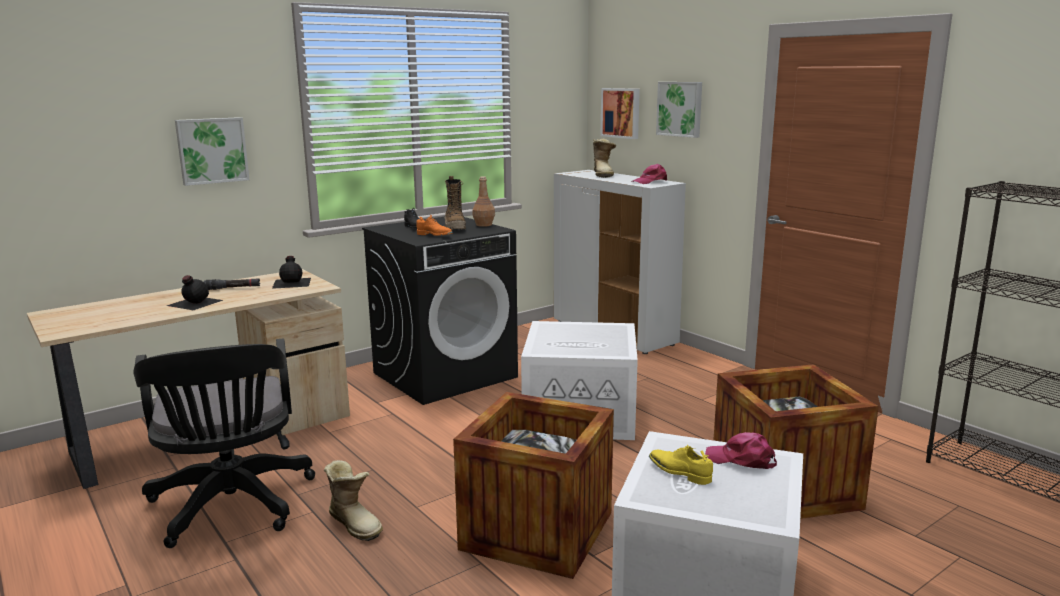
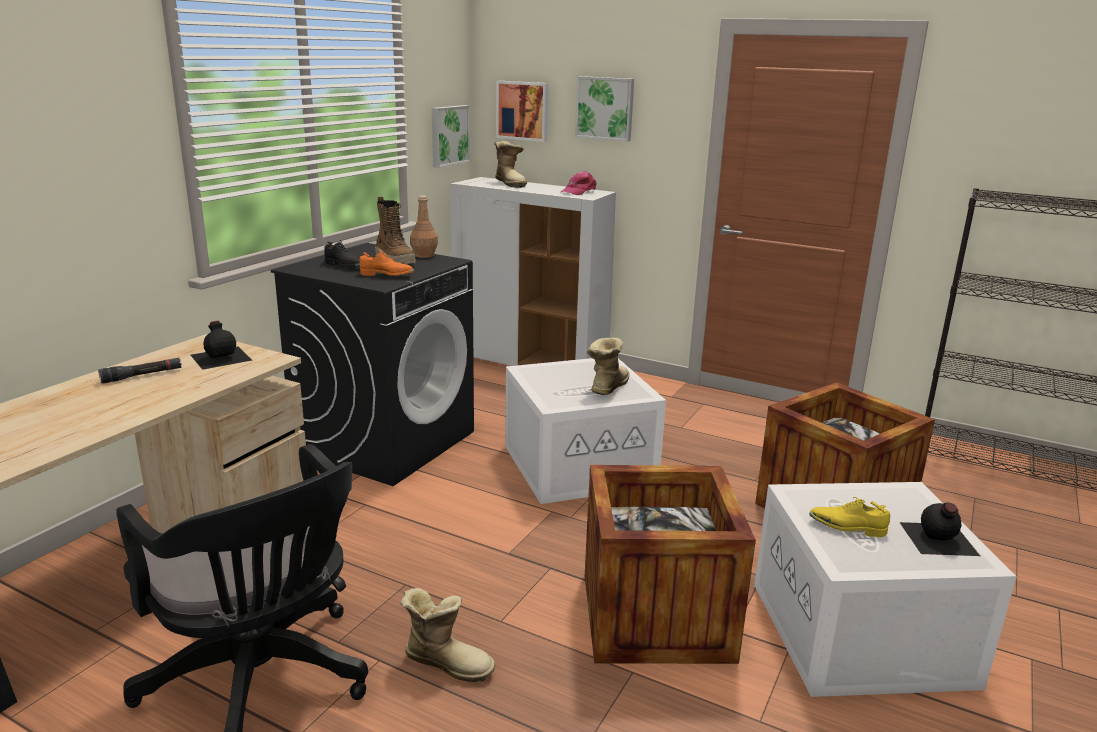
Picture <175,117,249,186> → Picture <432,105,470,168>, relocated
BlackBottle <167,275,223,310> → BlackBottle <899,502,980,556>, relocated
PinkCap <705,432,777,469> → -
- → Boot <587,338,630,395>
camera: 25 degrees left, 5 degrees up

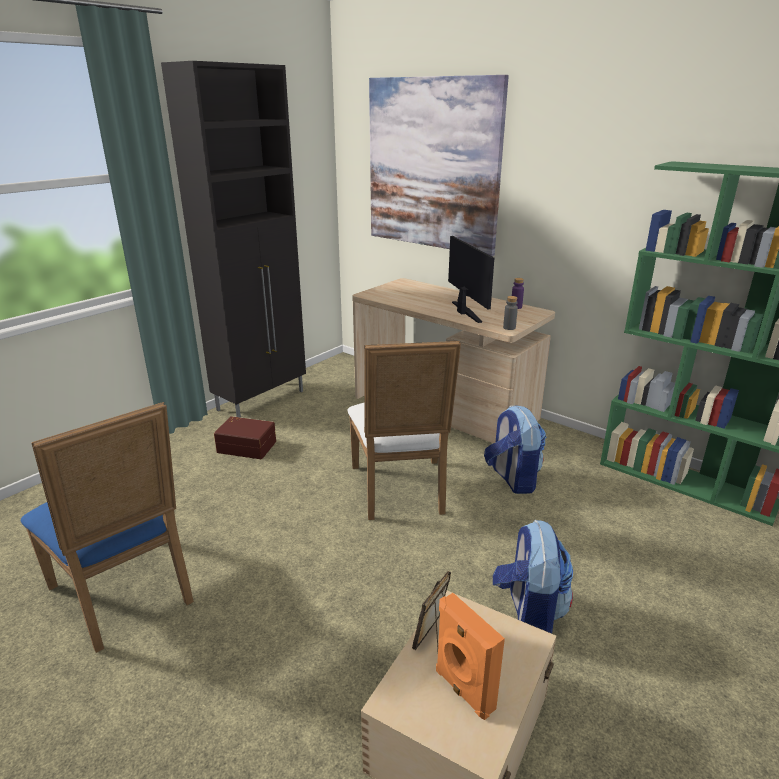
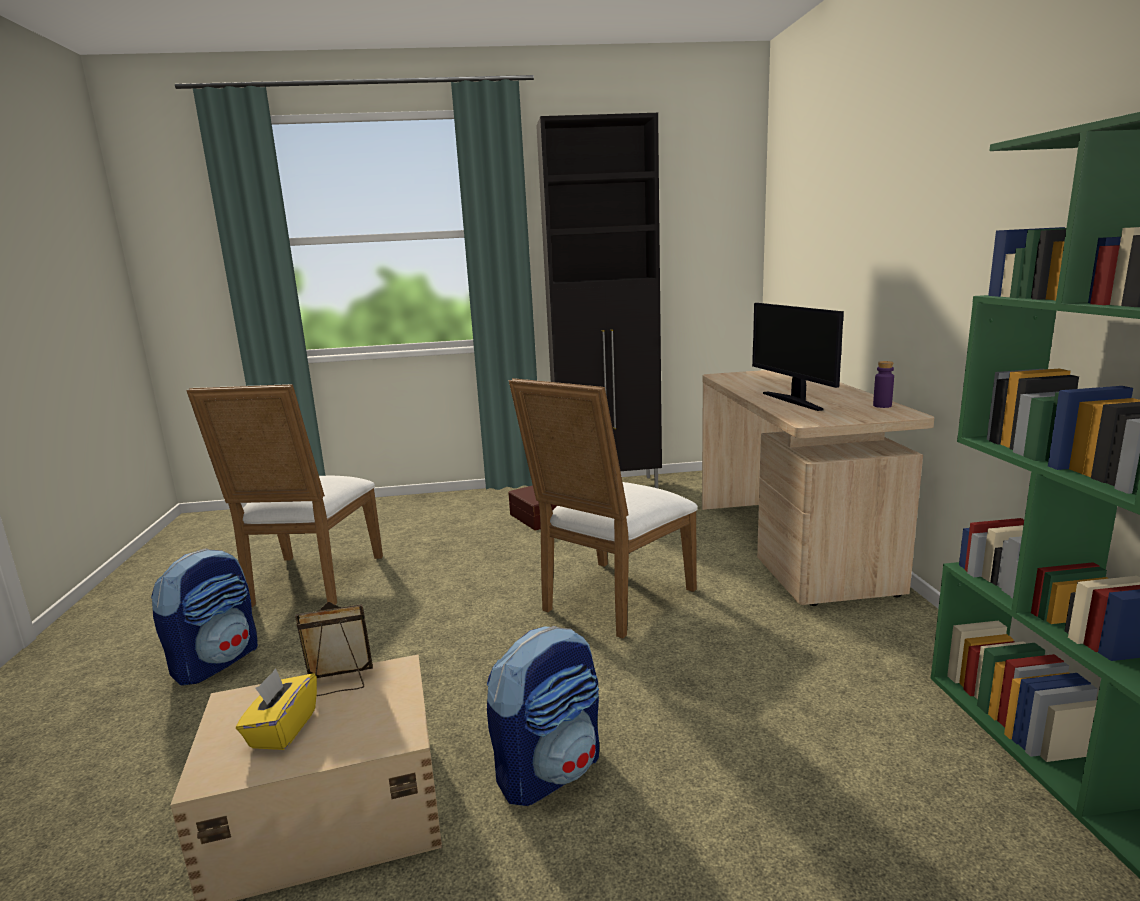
Picture <369,75,509,256> → -
Monitor <448,236,494,323> → Monitor <752,303,844,411>, 135 degrees clockwise
GreyBottle <503,296,518,330> → -
BlueChair <21,402,194,653> → WhiteChair <186,384,383,607>
Backpack <484,405,546,494> → Backpack <151,548,258,686>, relocated
OrangeSpeaker <436,593,505,720> → YellowTissueBox <236,668,317,750>
camera: 45 degrees right, 10 degrees down

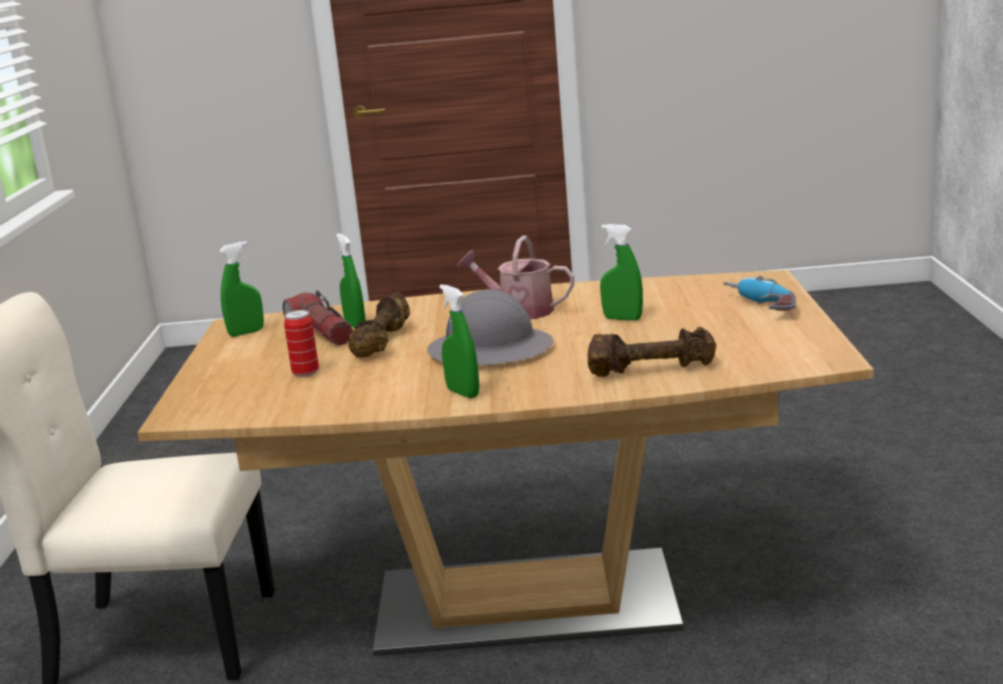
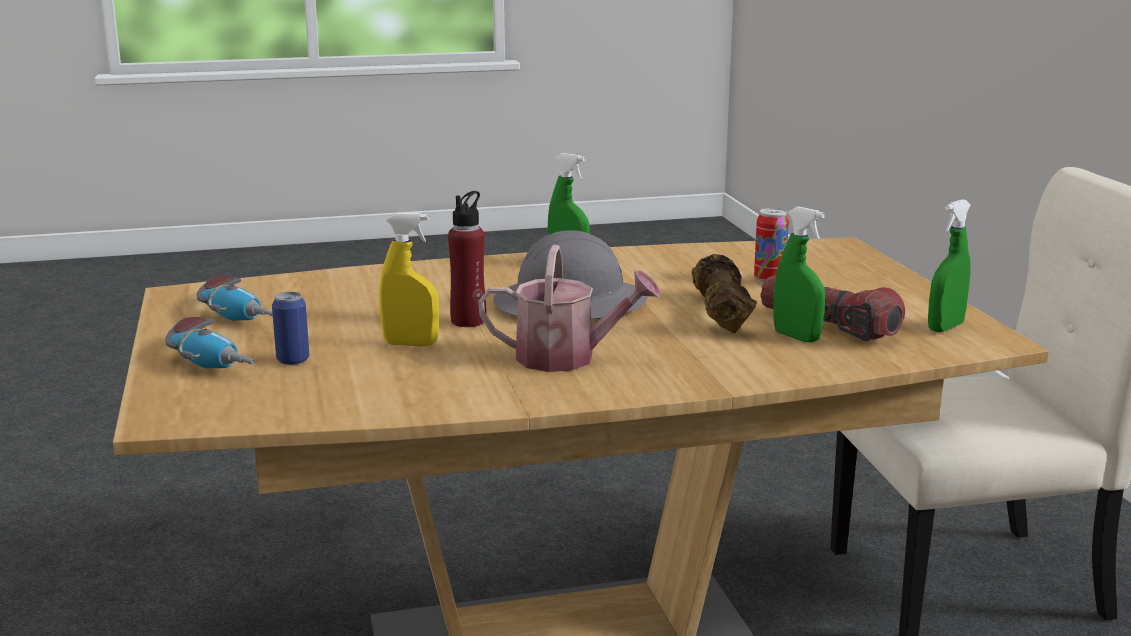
GreenSprayBottle <600,224,643,320> → YellowSprayBottle <379,213,439,346>
BrownDumbbell <587,327,717,377> → -
- → RedBottle <448,191,486,327>
- → PowerDrill <197,276,273,321>
- → Can <272,291,309,365>
camera: 165 degrees right, 0 degrees up

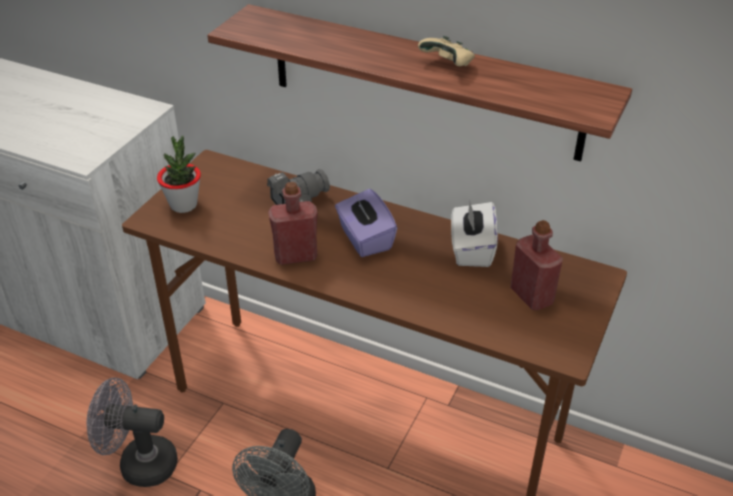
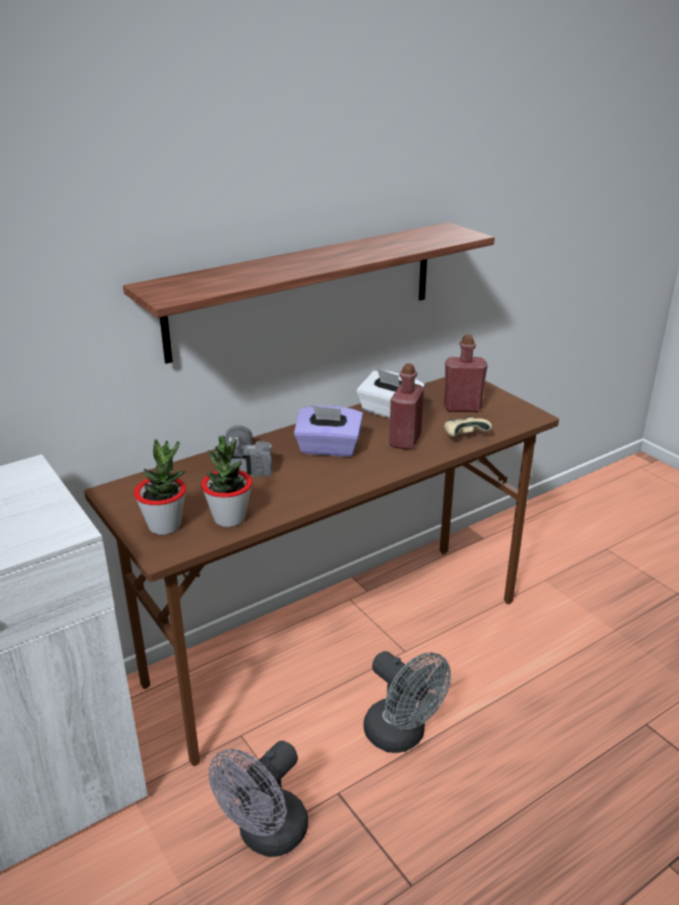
BeigeGameController <418,36,475,66> → BeigeGameController <444,415,492,437>, relocated
RedBottle <268,182,318,265> → RedBottle <389,363,424,450>, relocated
- → PottedPlant <201,435,252,527>
camera: 60 degrees left, 10 degrees down

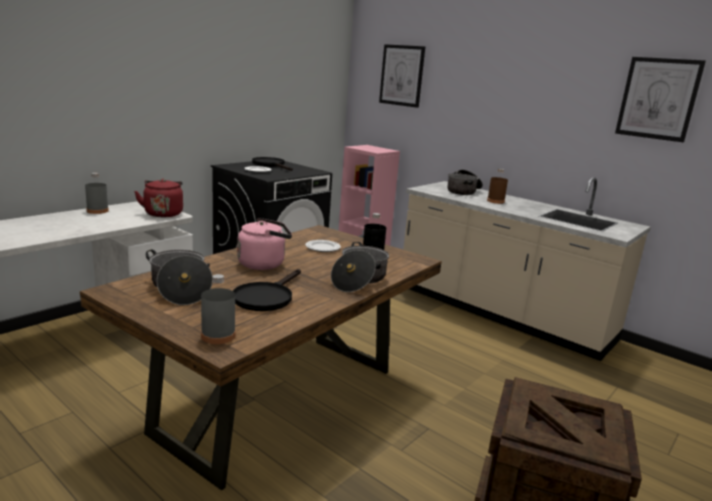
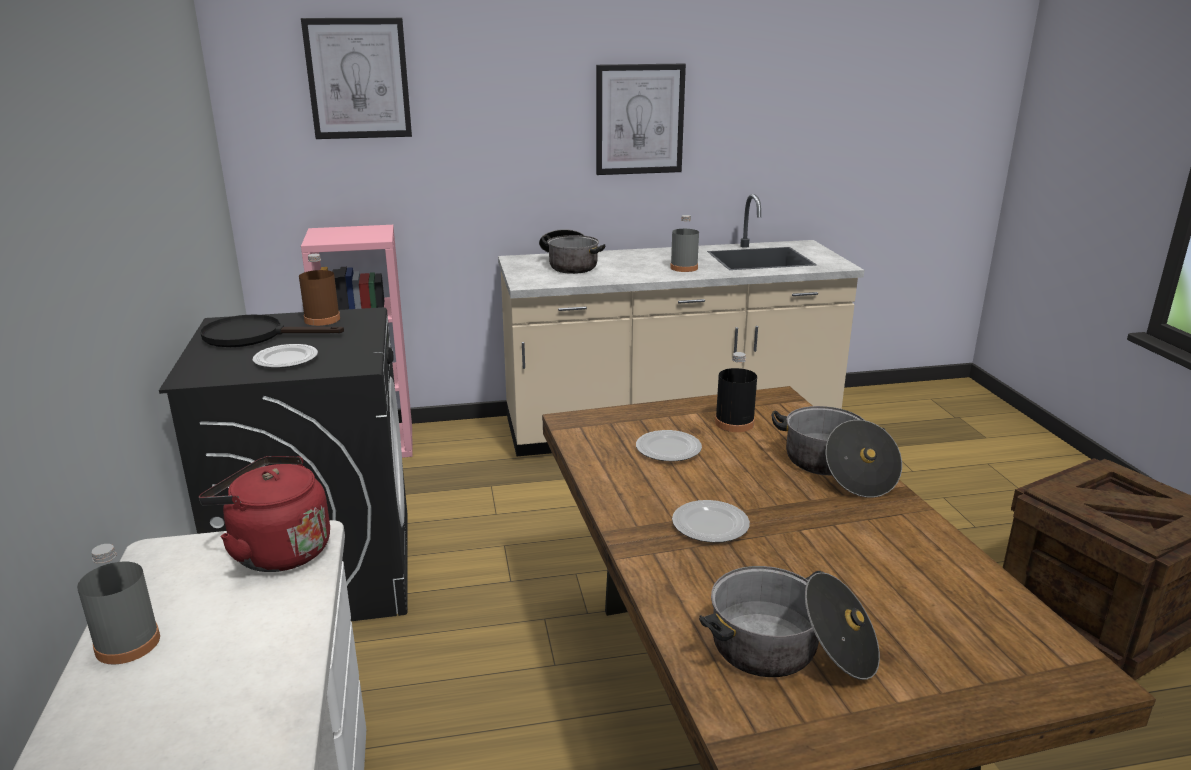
Picture <615,57,706,142> → Picture <596,64,686,175>, relocated
BrownBottle <487,169,508,204> → BrownBottle <299,254,340,326>, relocated
PinkKettle <237,218,292,270> → Plate <672,500,750,543>
BlackFryingPan <233,269,301,311> → -
GreyBottle <201,274,236,344> → GreyBottle <670,215,699,272>, relocated
camera: 50 degrees left, 5 degrees up

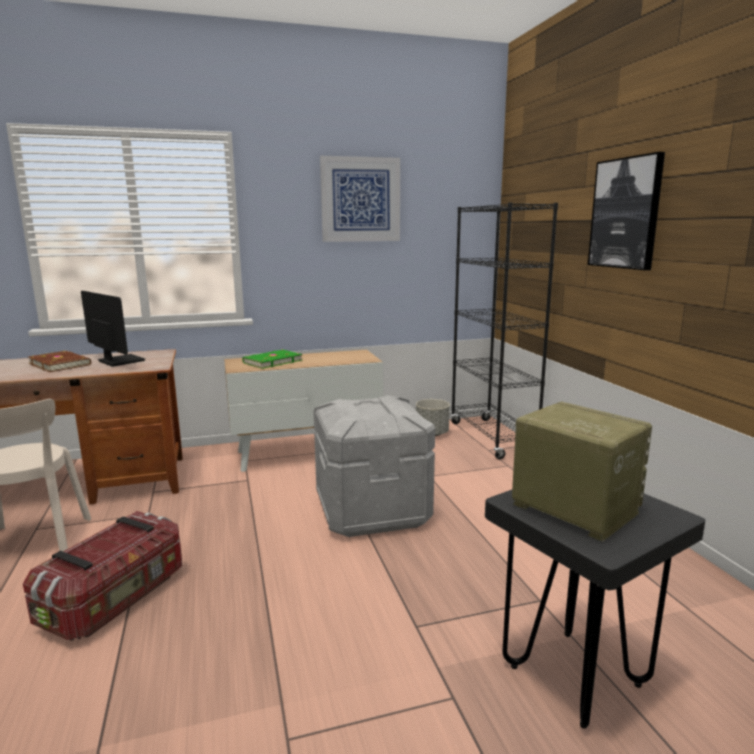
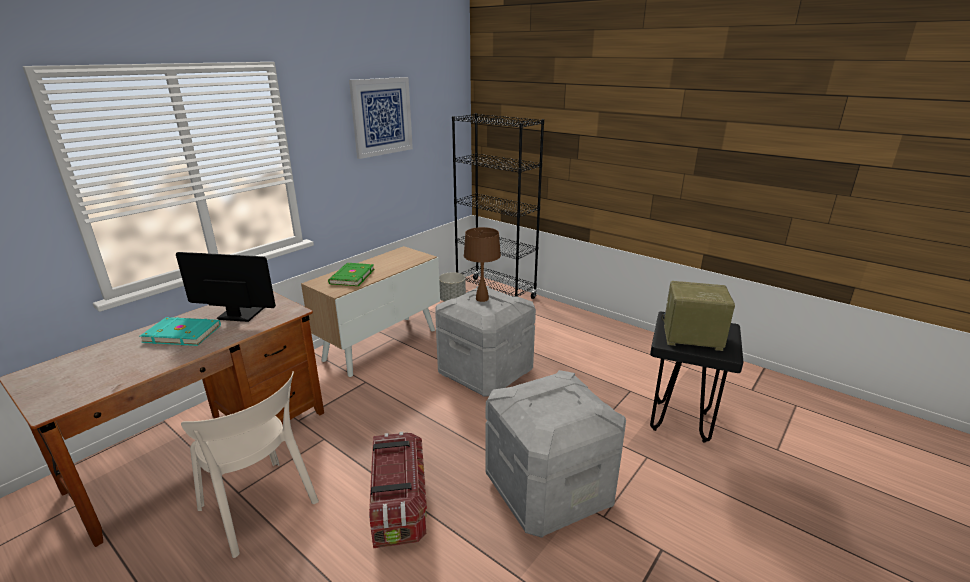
Picture <588,152,665,270> → -
BrownBook <28,351,91,372> → TurquoiseBook <140,317,221,346>
- → BrownTableLamp <464,227,501,302>
- → GreyStorageBox <486,370,626,538>
camera: 35 degrees left, 10 degrees up

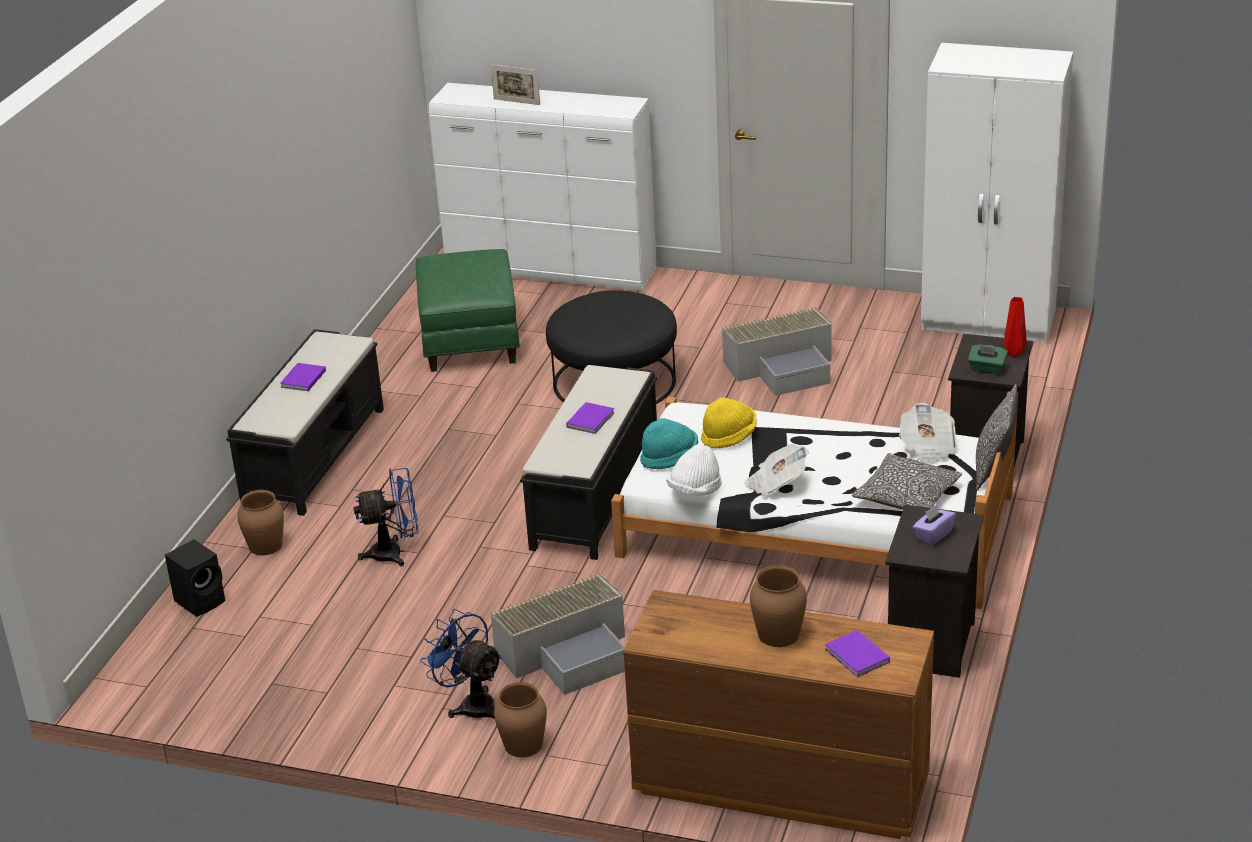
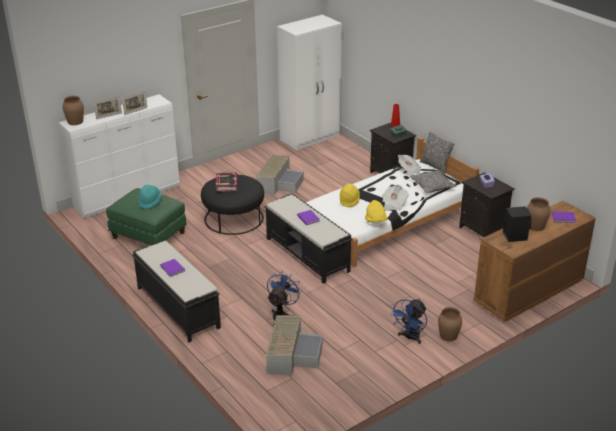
TurquoiseHat <640,418,698,469> → TurquoiseHat <139,185,162,209>, relocated
WhiteHat <666,444,722,496> → YellowHat <365,200,388,223>
BrownVase <237,490,284,555> → BrownVase <63,96,84,125>, relocated
BlackSpeaker <165,539,225,617> → BlackSpeaker <503,206,532,242>, relocated
GreyStorageBox <490,572,625,695> → GreyStorageBox <266,315,323,376>, relocated
BlueFan <420,609,503,719> → BlueFan <390,299,427,344>, 45 degrees counterclockwise
- → PictureFrame <122,91,147,115>
- → Book <216,172,238,193>
camera: 55 degrees left, 0 degrees up

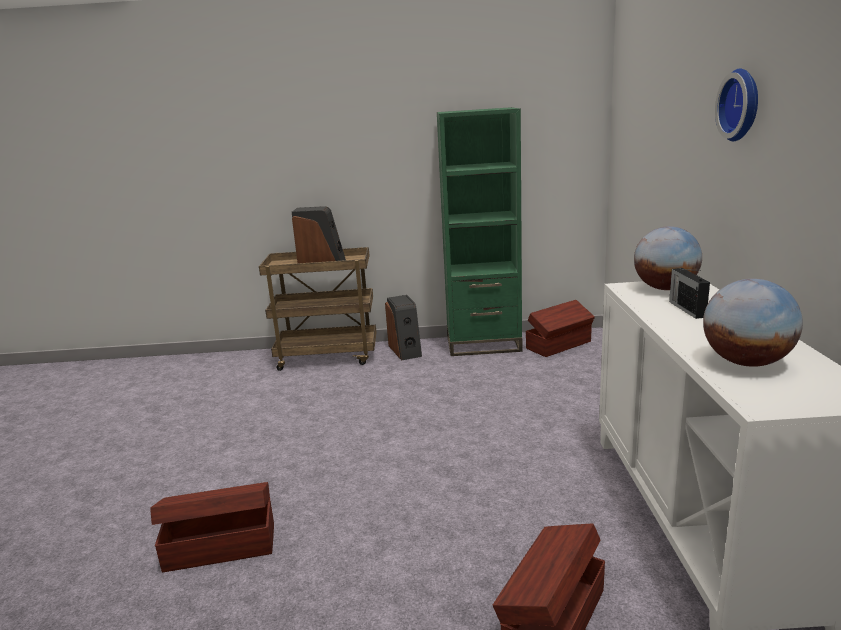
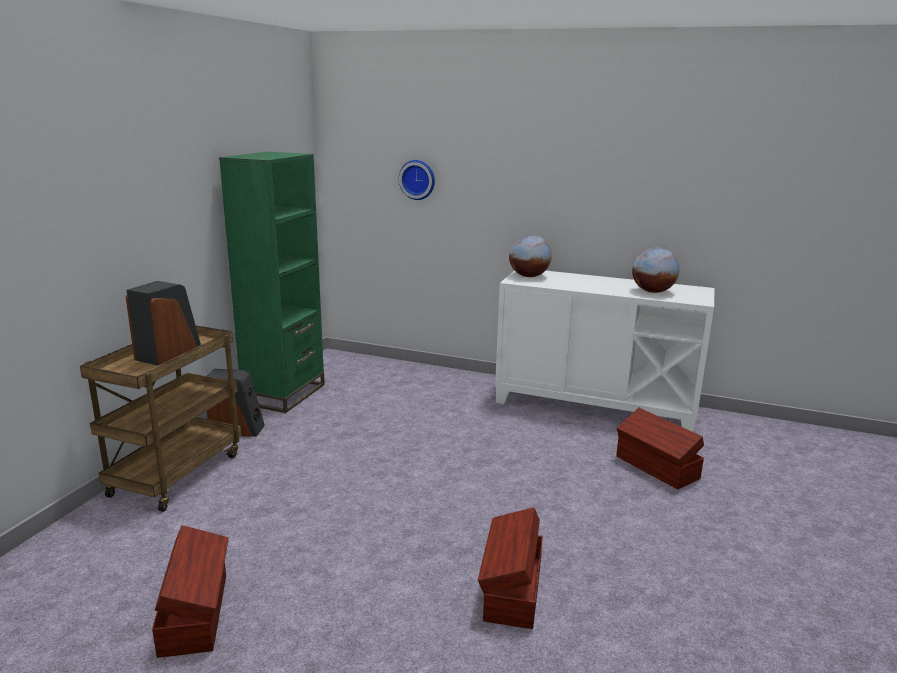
WallClock <715,68,758,141> → WallClock <399,160,435,200>, relocated
Radio <669,268,710,319> → -
BrownStorageBox <526,300,595,357> → BrownStorageBox <152,525,229,658>, relocated
camera: 70 degrees left, 0 degrees up

